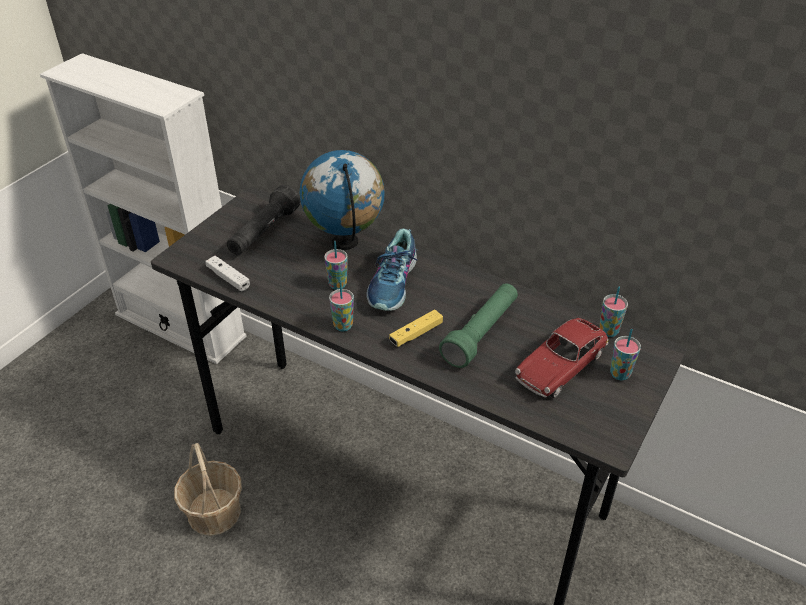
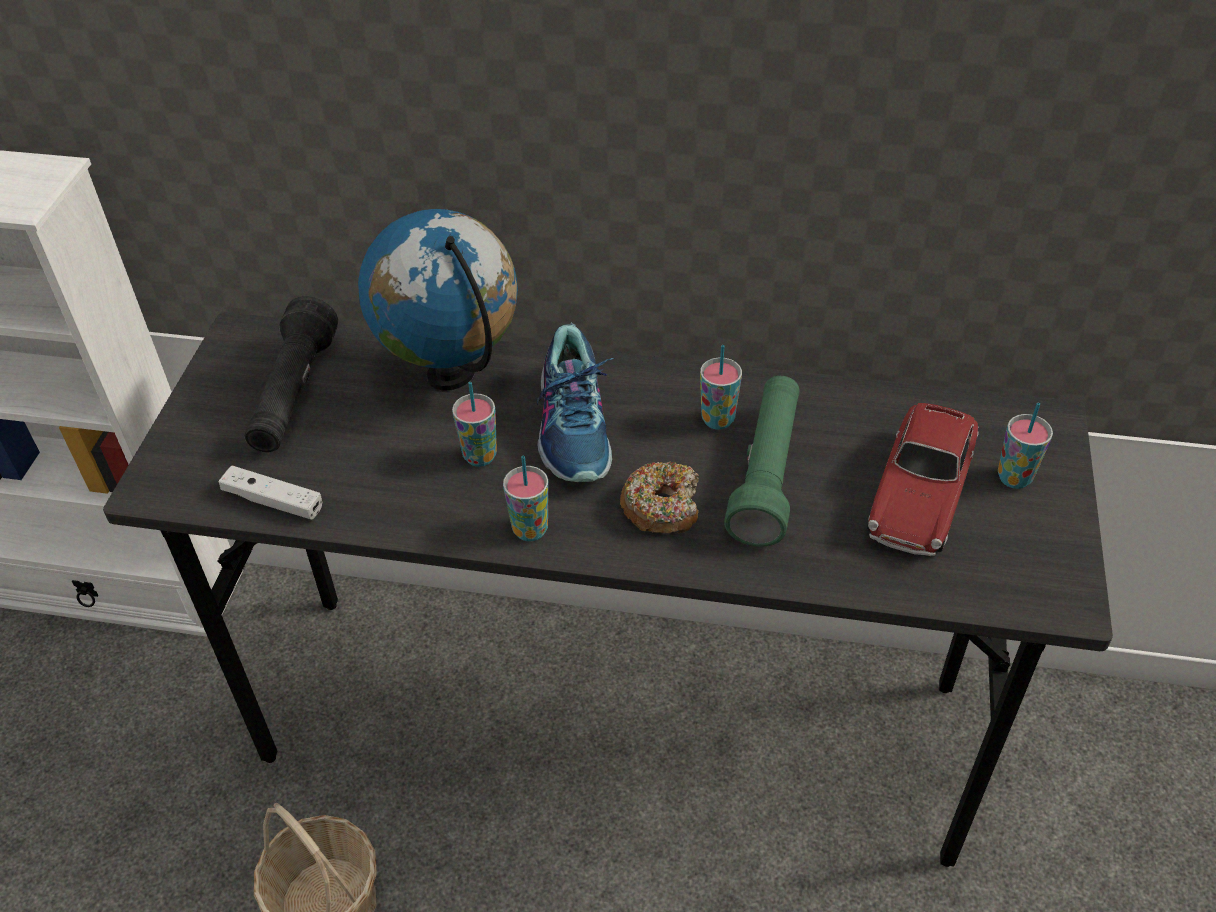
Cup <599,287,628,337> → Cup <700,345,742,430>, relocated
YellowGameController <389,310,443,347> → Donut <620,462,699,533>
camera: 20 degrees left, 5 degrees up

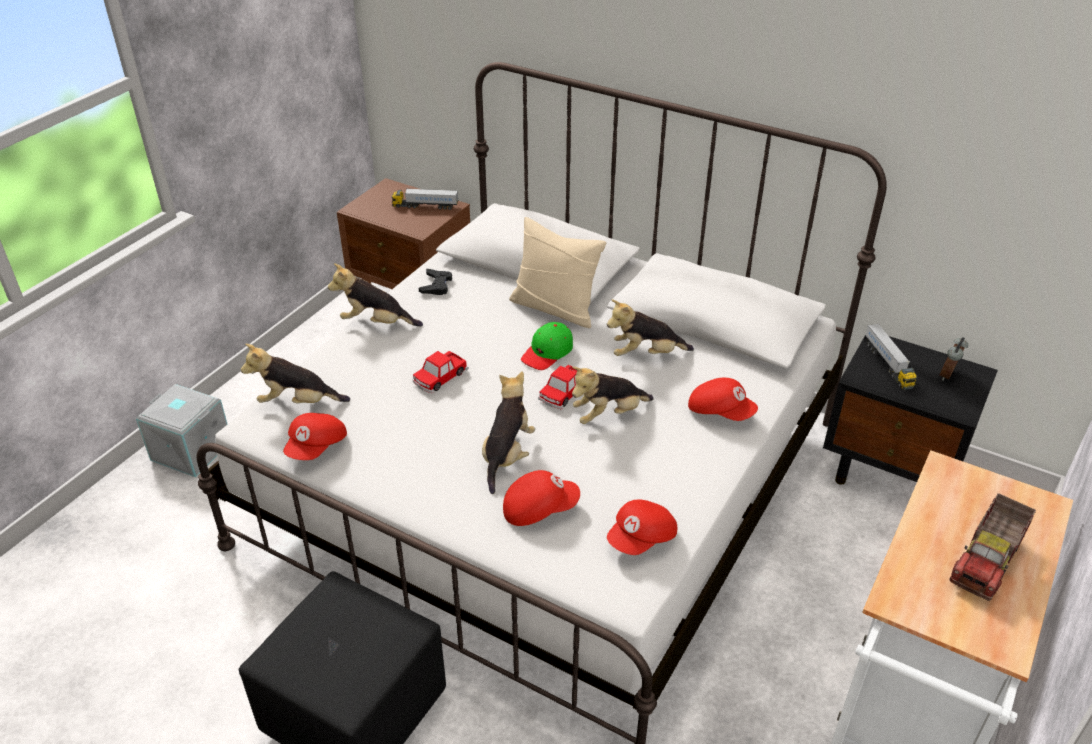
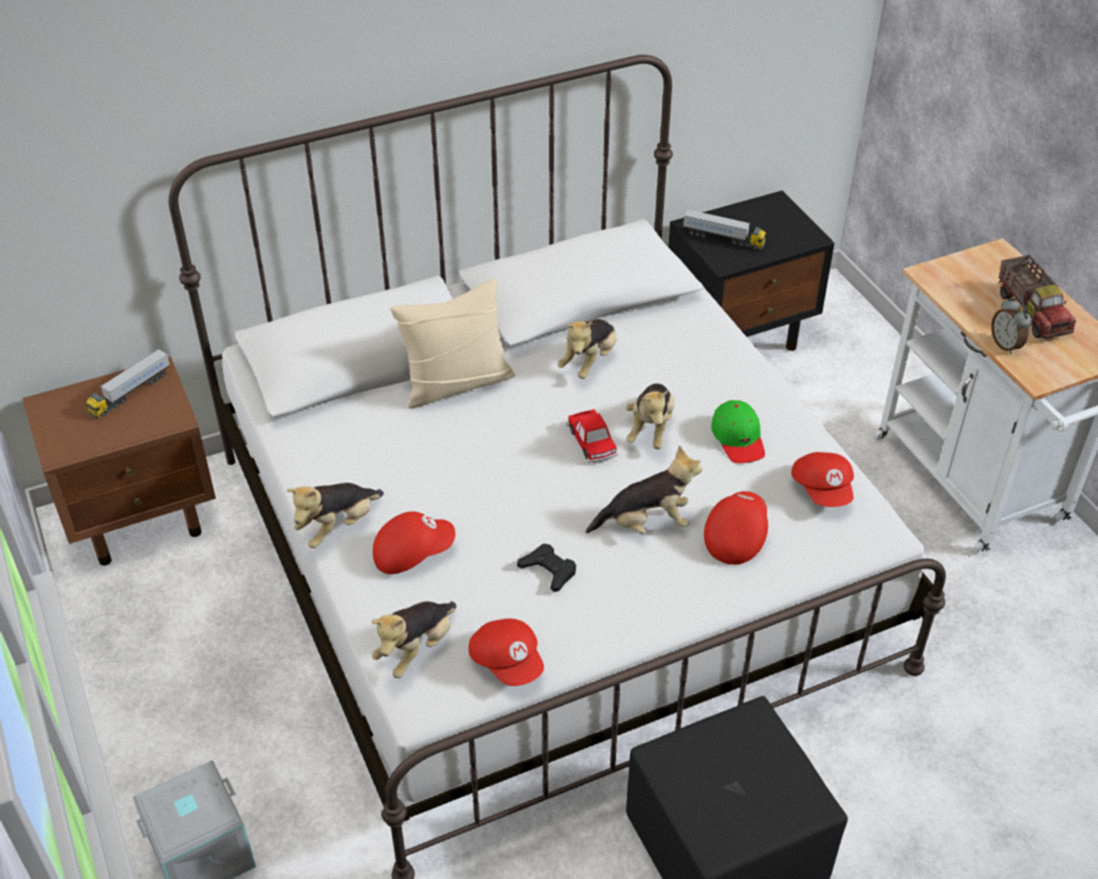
BlackGameController <419,269,452,295> → BlackGameController <517,544,576,592>, relocated
GreenCap <521,322,573,370> → GreenCap <711,400,765,463>, relocated
AlarmClock <939,337,968,381> → AlarmClock <991,299,1031,354>, relocated
ToyCar <413,351,468,394> → -
PlushToy <482,371,535,494> → PlushToy <586,445,702,534>, 120 degrees clockwise
RedCap <688,378,758,421> → RedCap <373,511,455,574>, relocated
camera: 55 degrees left, 5 degrees up

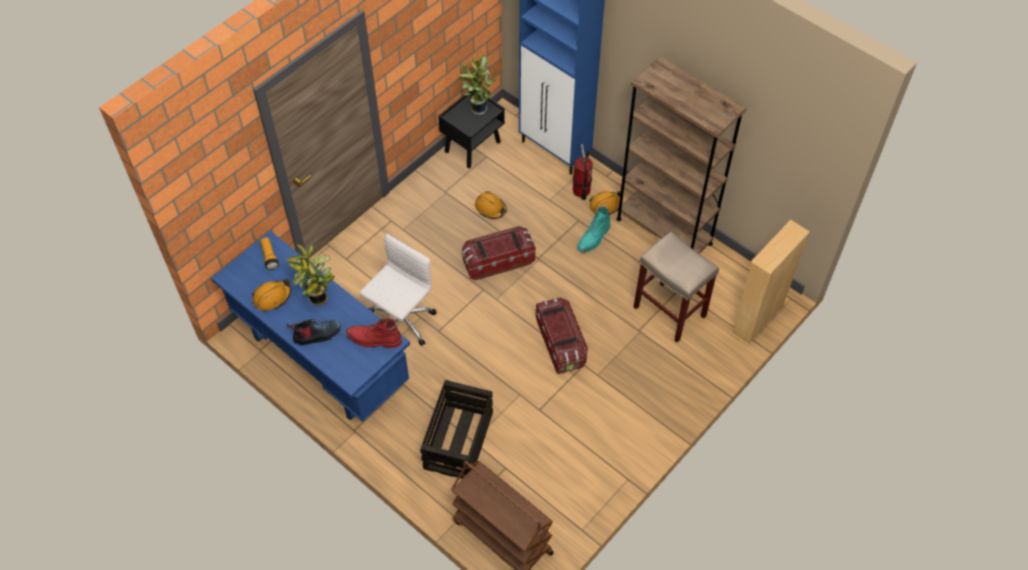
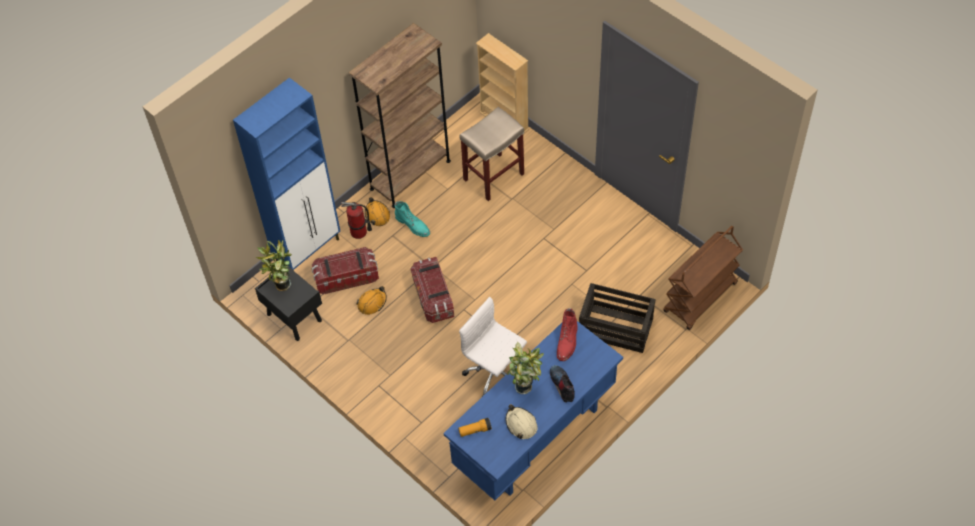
OrangeHardHat <252,279,291,311> → BeigeHardHat <505,404,537,439>
StorageBox <536,297,588,374> → StorageBox <312,247,379,295>, relocated
camera: 85 degrees left, 0 degrees up

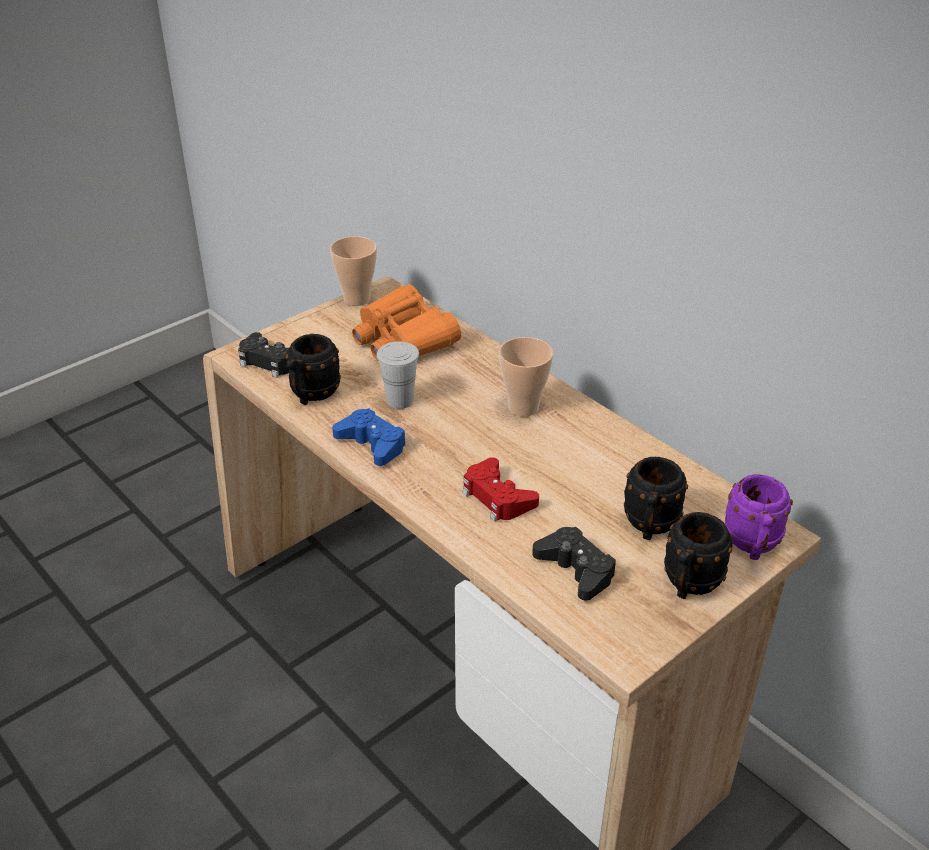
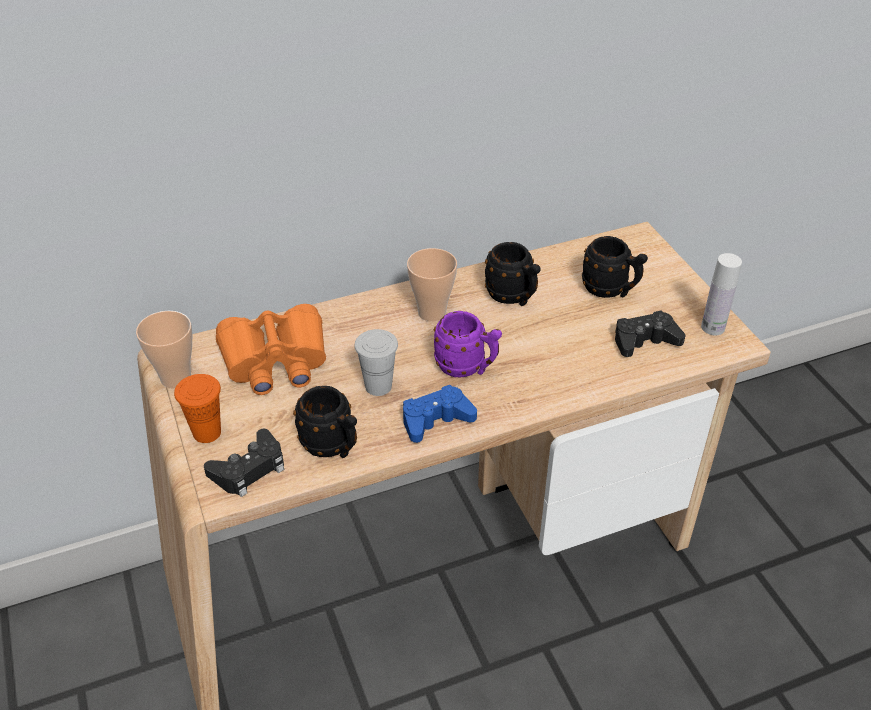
RedGameController <463,457,539,522> → -
PurpleMug <724,474,793,560> → PurpleMug <433,311,502,378>, relocated
BlackMug <664,512,733,599> → BlackMug <485,242,541,306>, relocated
- → WhiteBottle <701,253,742,335>
- → OrangeCup <174,374,221,443>
camera: 70 degrees left, 5 degrees up

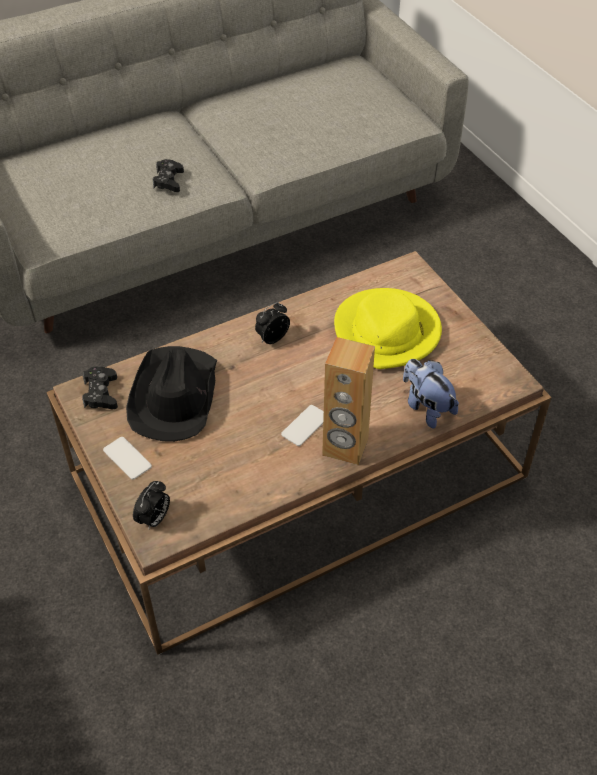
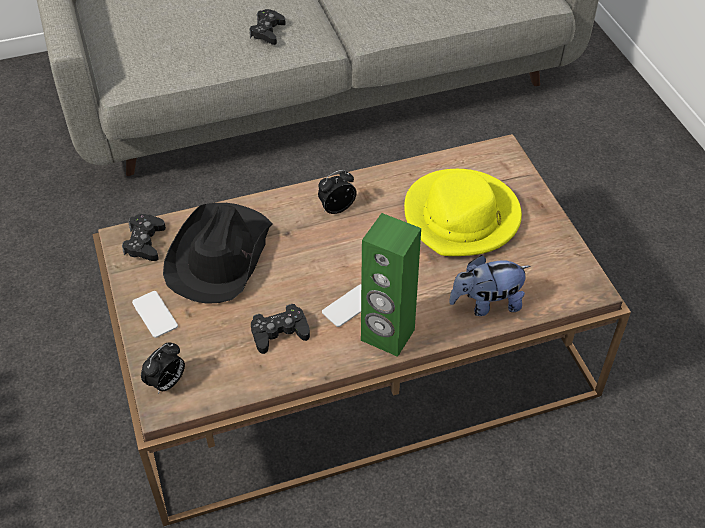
BrownSpeaker <322,337,375,465> → GreenSpeaker <361,213,421,357>
PlushToy <403,359,459,429> → PlushToy <449,255,531,316>, 75 degrees counterclockwise
- → BlackGameController <251,304,310,354>
camera: 10 degrees right, 0 degrees up

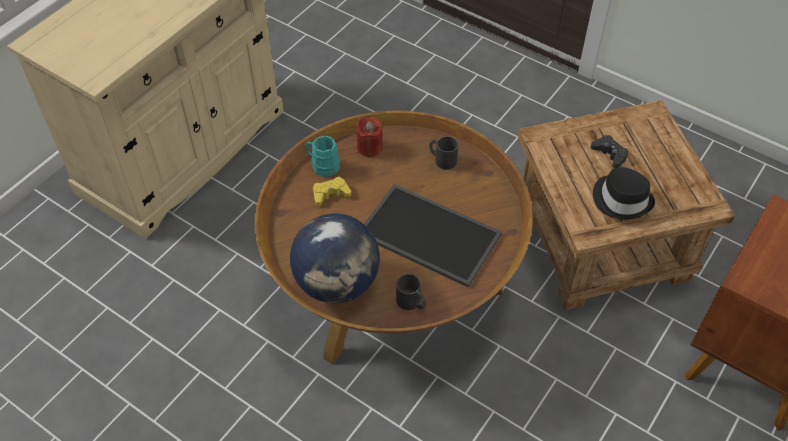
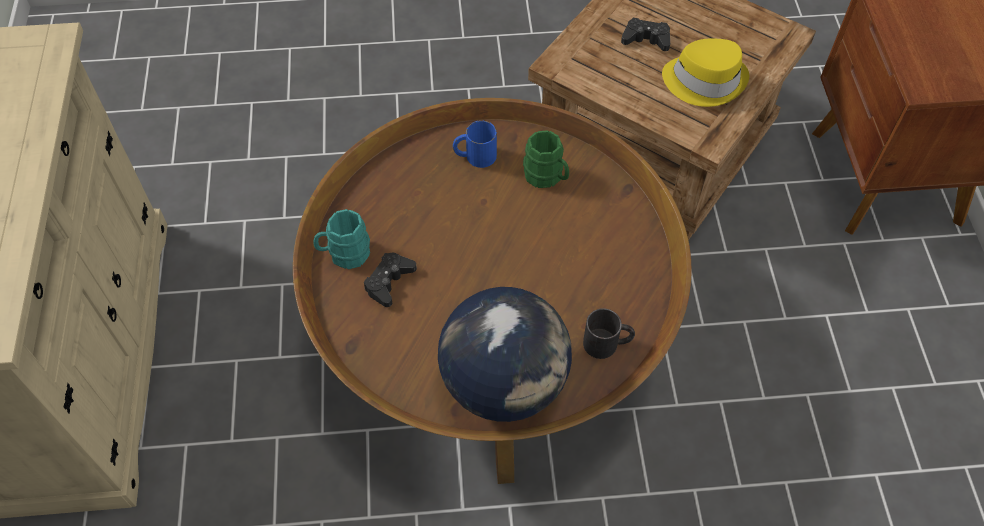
RedCandle <356,117,383,157> → -
BlackMug <429,136,458,170> → BlueMug <453,120,497,168>
BlackHat <593,167,655,219> → YellowHat <662,39,749,107>
YellowGameController <313,177,351,206> → BlackGameController <364,253,417,307>
Tray <364,184,502,287> → -
- → GreenMug <523,130,569,188>
camera: 40 degrees left, 5 degrees up

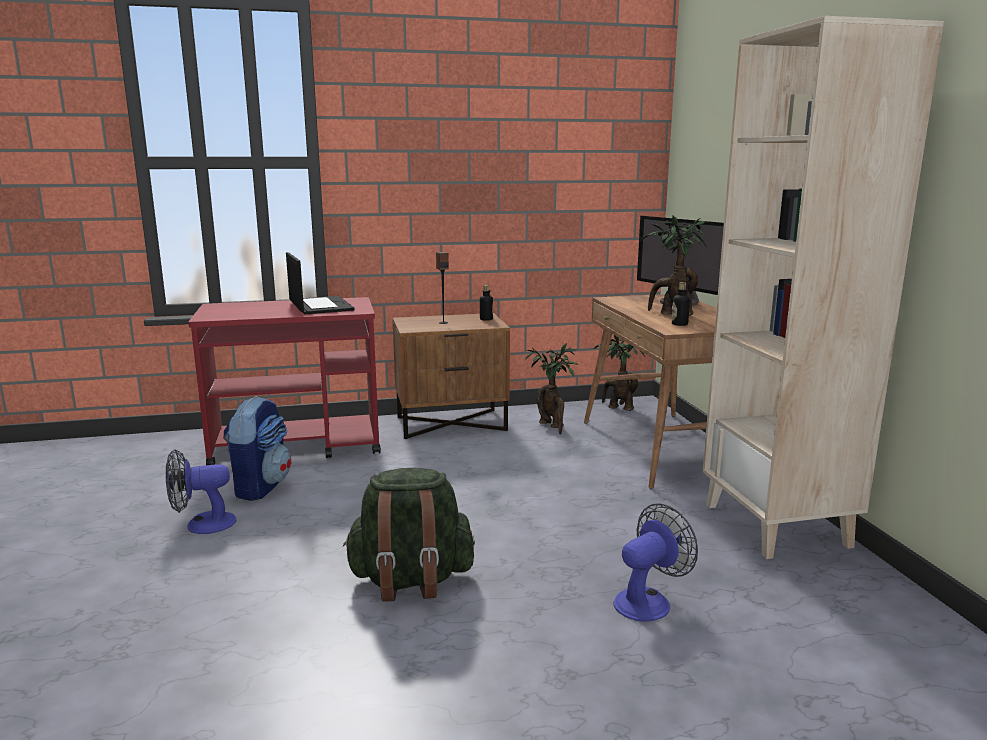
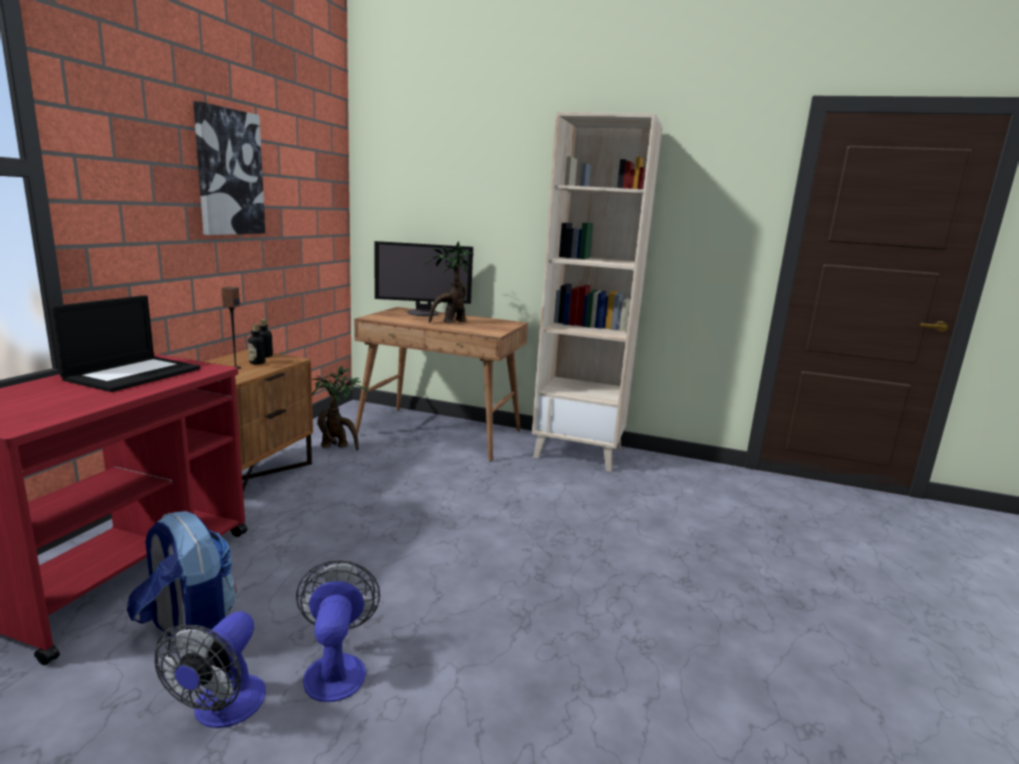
Laptop <286,252,355,314> → Laptop <50,295,200,392>, 105 degrees clockwise
Bottle <672,282,690,326> → Bottle <248,324,265,365>, relocated
PottedPlant <594,335,645,411> → -
GreenBackpack <343,468,475,602> → -
Fan <613,503,698,621> → Fan <296,560,380,702>, relocated
- → Picture <193,101,265,235>
camera: 60 degrees left, 0 degrees up

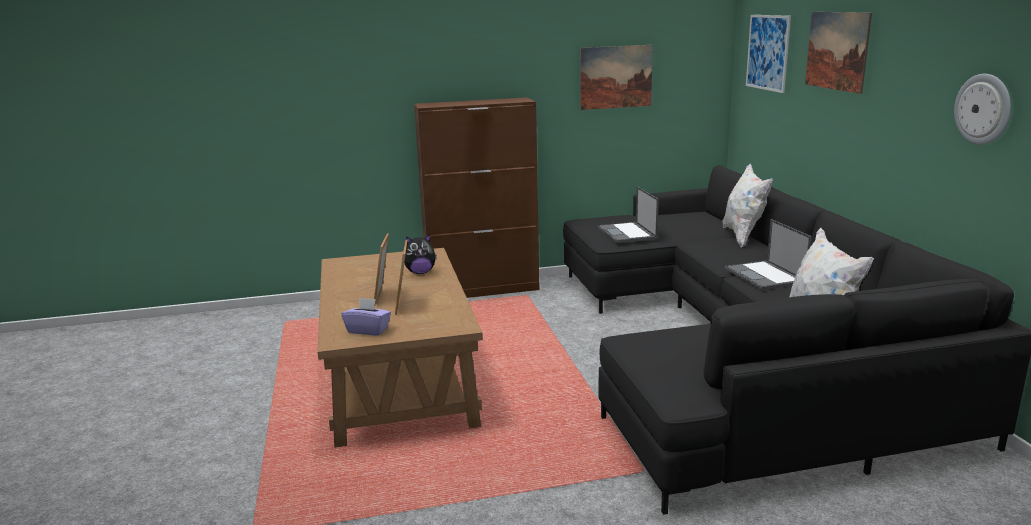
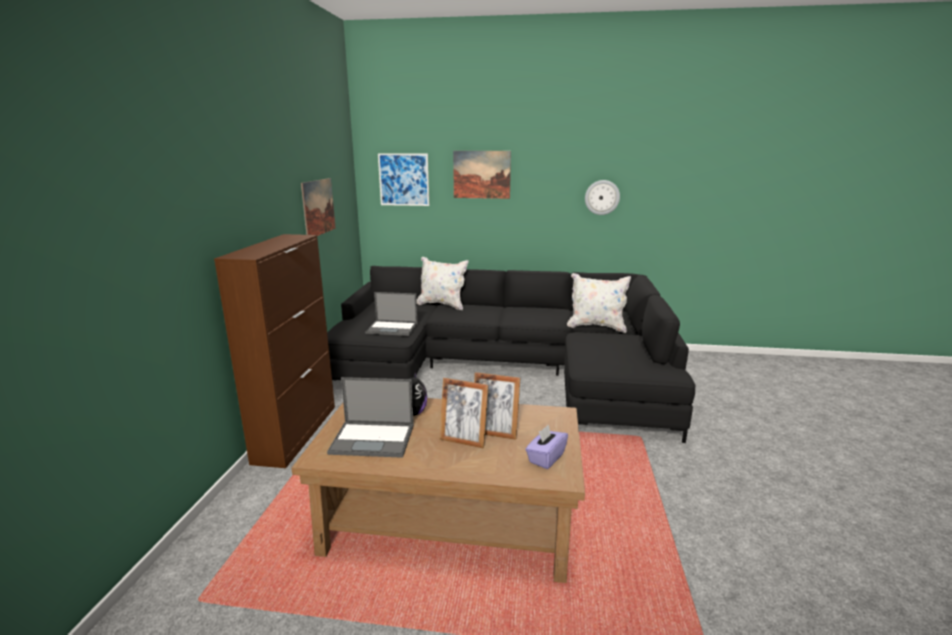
Laptop <725,219,812,290> → Laptop <327,377,414,458>, relocated
camera: 70 degrees left, 0 degrees up

